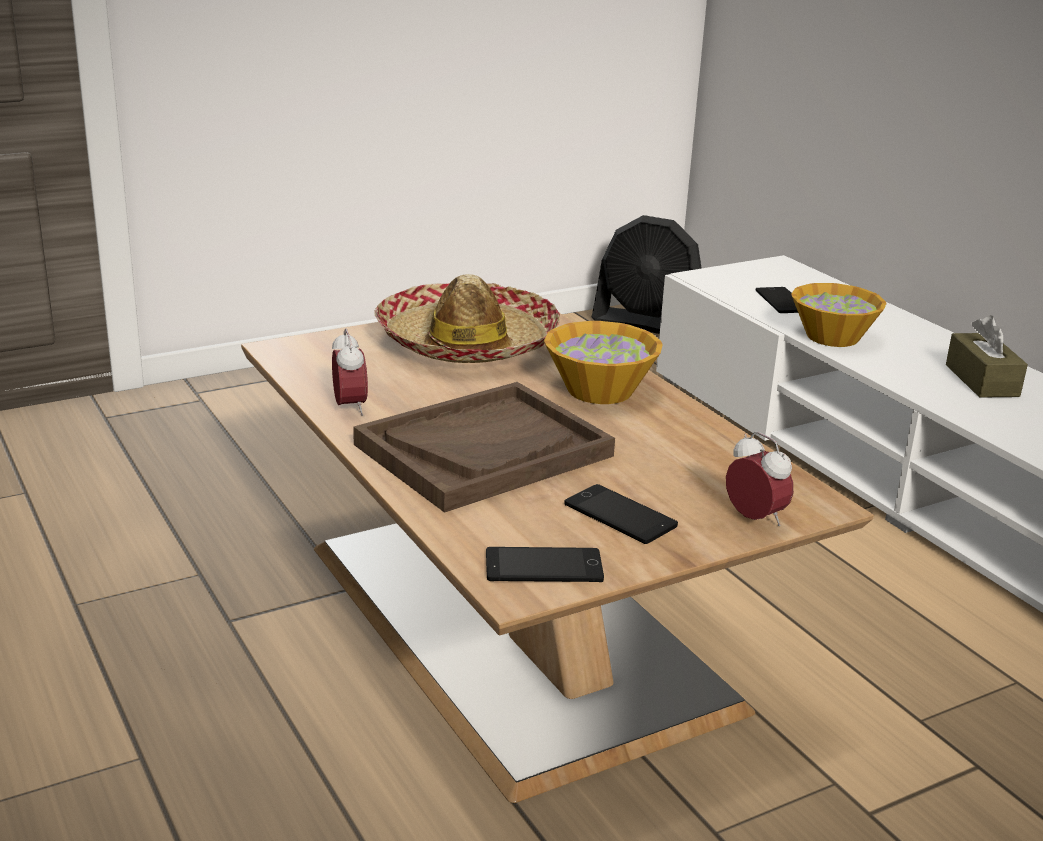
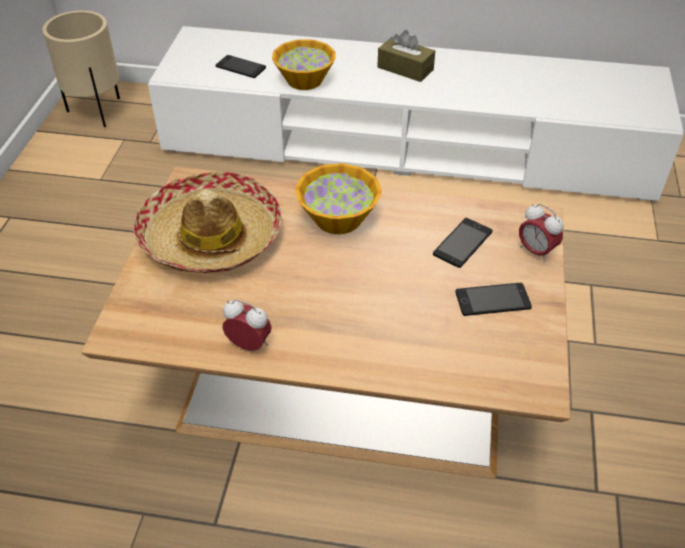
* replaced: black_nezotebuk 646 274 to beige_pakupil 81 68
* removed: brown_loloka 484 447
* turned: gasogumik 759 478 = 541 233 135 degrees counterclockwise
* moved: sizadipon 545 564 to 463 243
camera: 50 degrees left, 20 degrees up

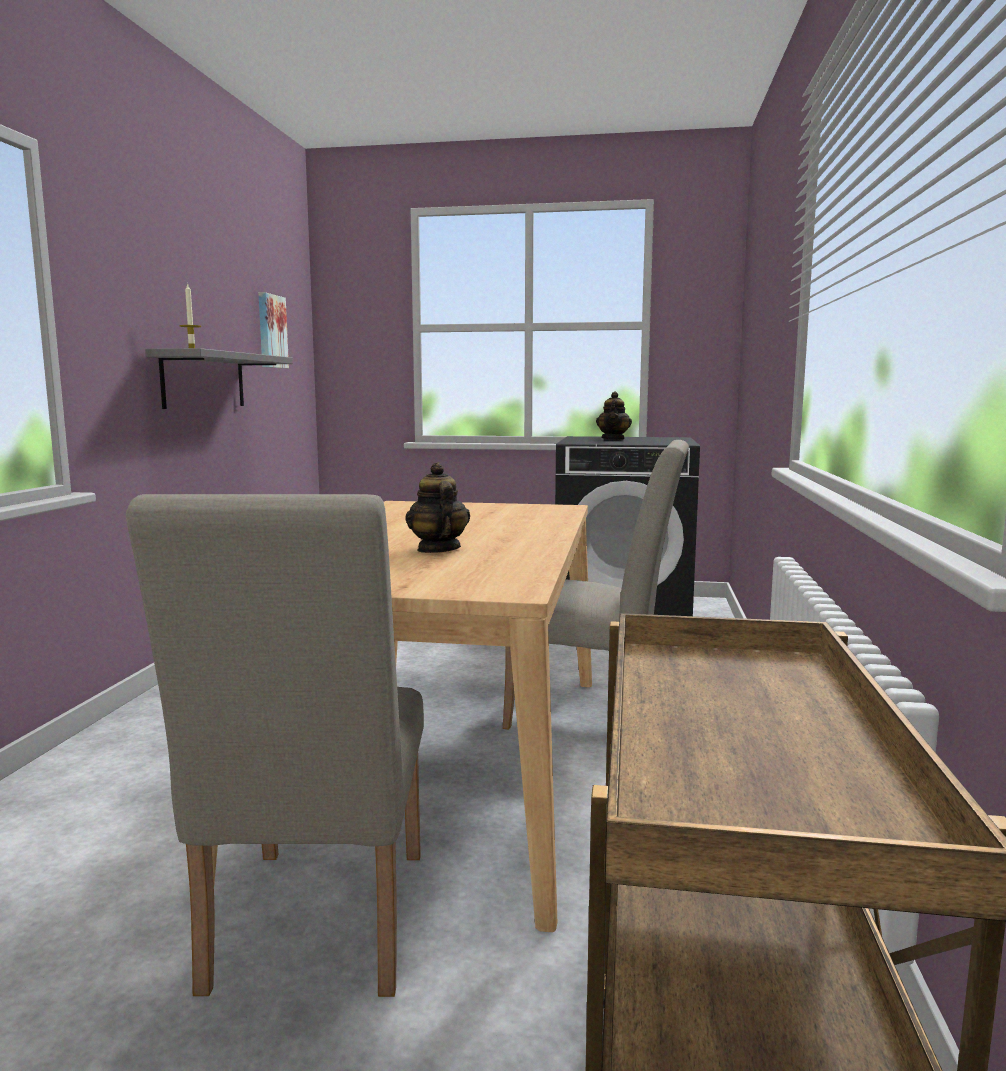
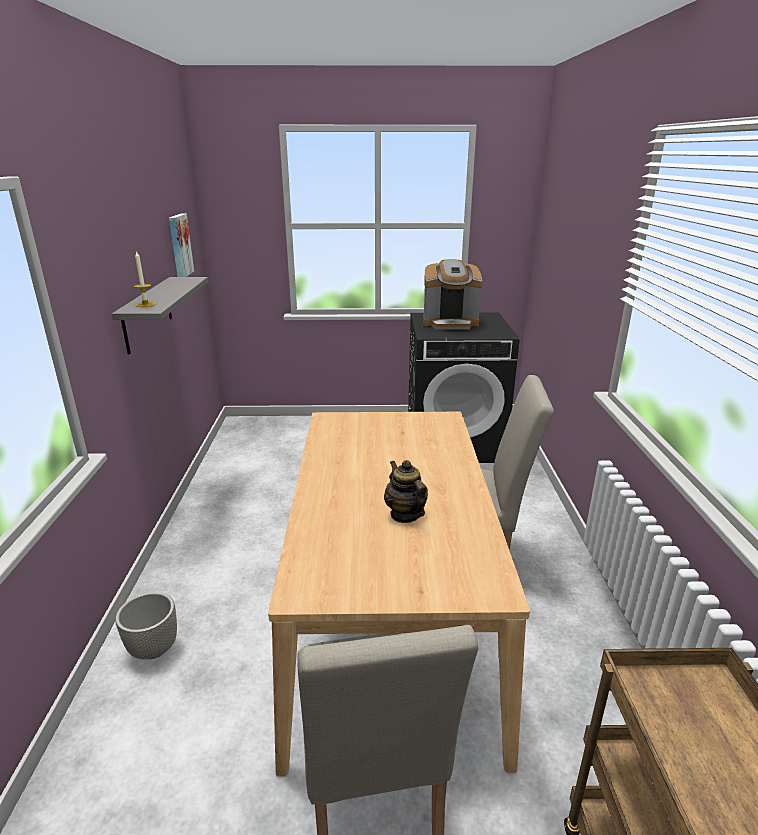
* replaced: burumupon 614 416 to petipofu 452 294
* added: grey_pakupil 146 625
camera: 10 degrees left, 15 degrees up

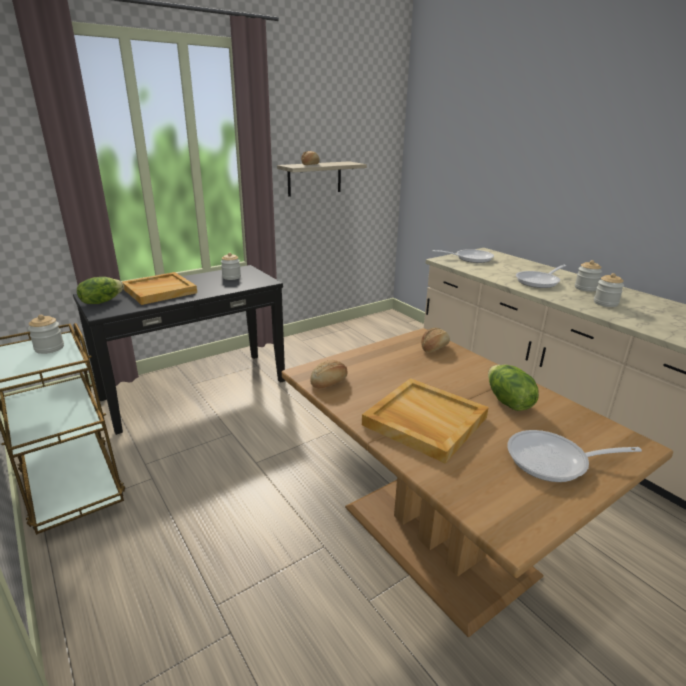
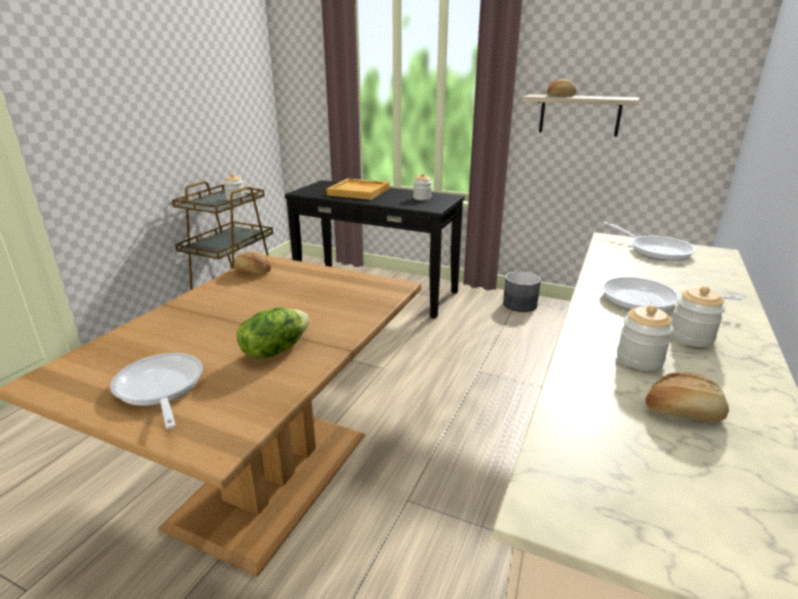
* removed: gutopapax 100 290
* moved: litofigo 435 340 to 687 397
* removed: beige_loloka 425 420
* added: grey_pakupil 522 291
camera: 60 degrees right, 0 degrees up

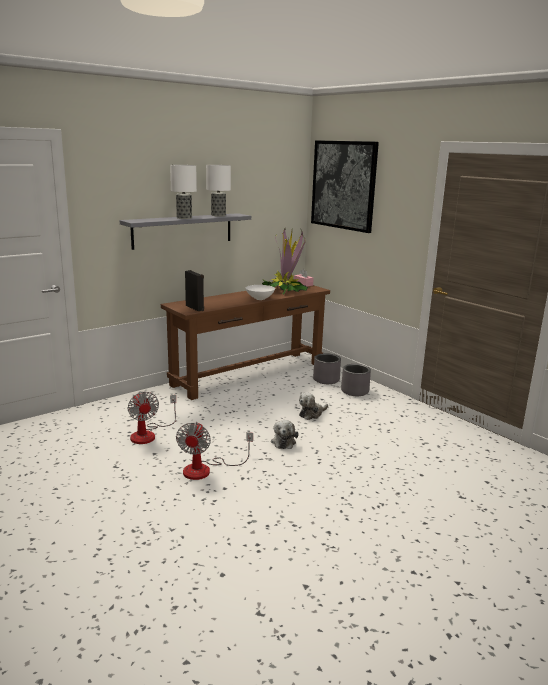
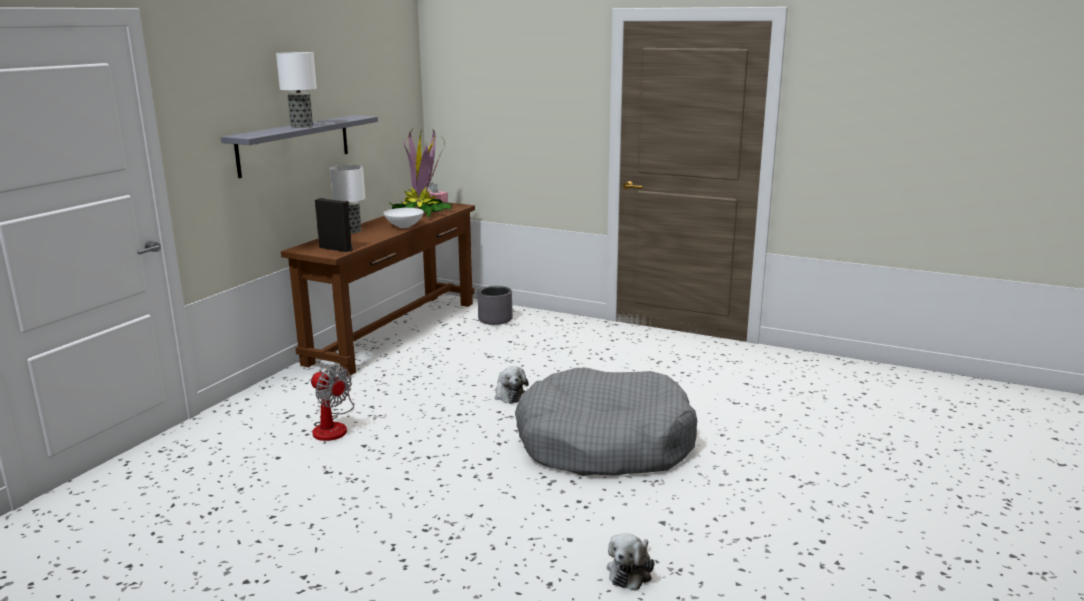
* removed: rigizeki 345 186
* moved: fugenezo 218 191 to 347 199
* removed: grey_pakupil 356 380
* moved: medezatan 313 406 to 630 562
* removed: nezotebuk 214 451
* added: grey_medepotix 606 422
camera: 25 degrees left, 0 degrees up

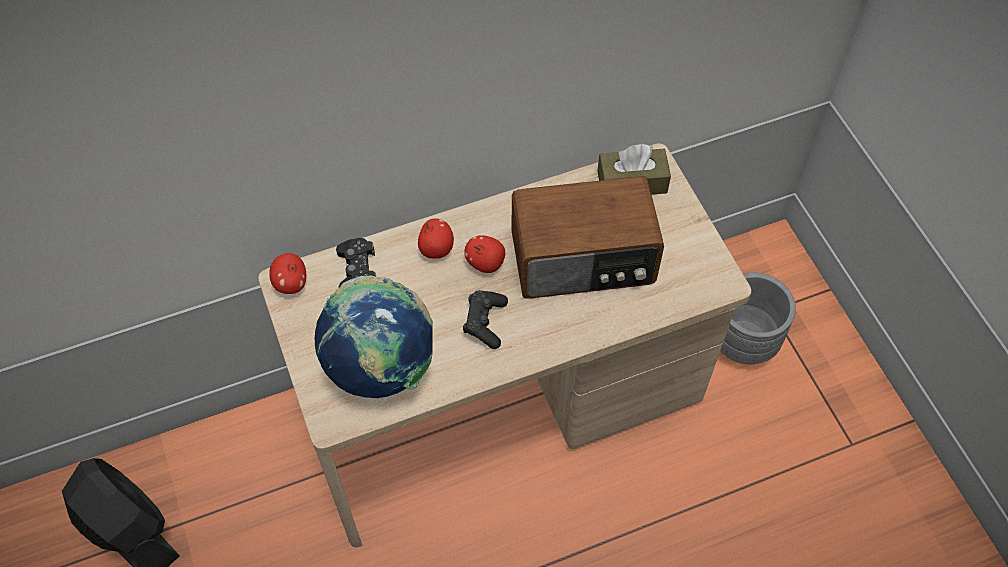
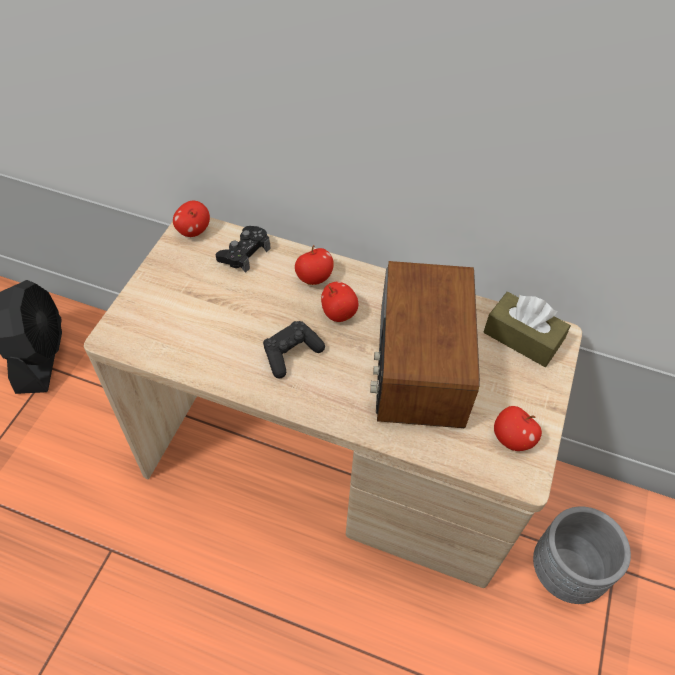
* turned: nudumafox 587 237 = 425 344 60 degrees clockwise
* removed: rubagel 374 336
* added: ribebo 518 428
camera: 40 degrees right, 5 degrees down

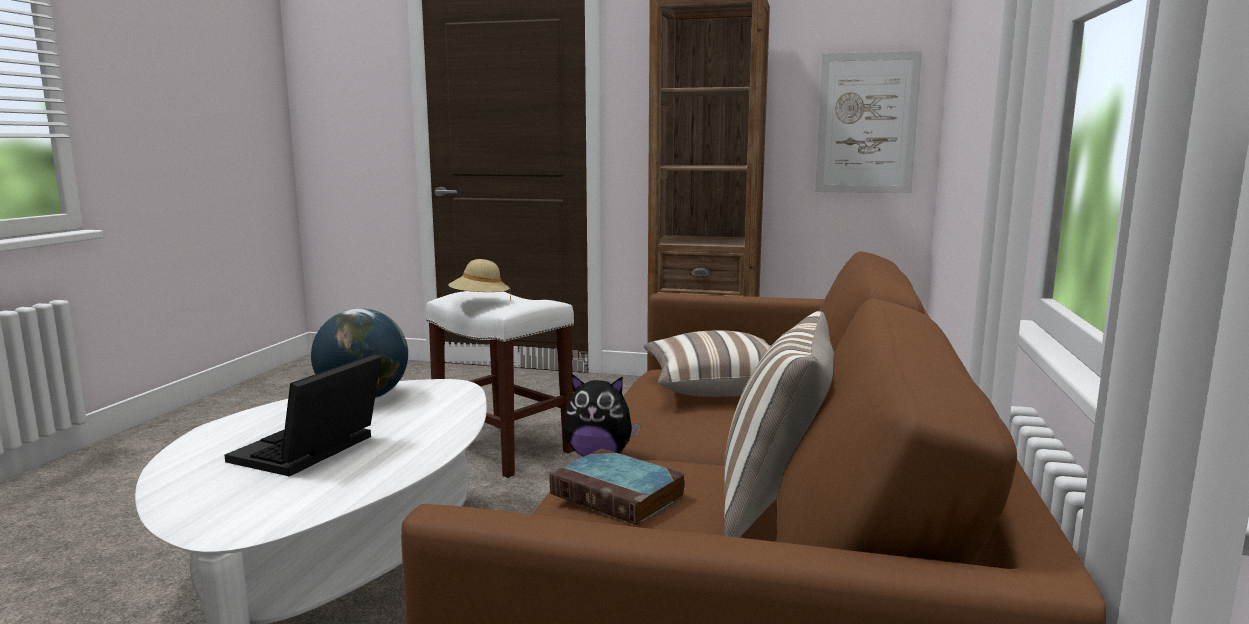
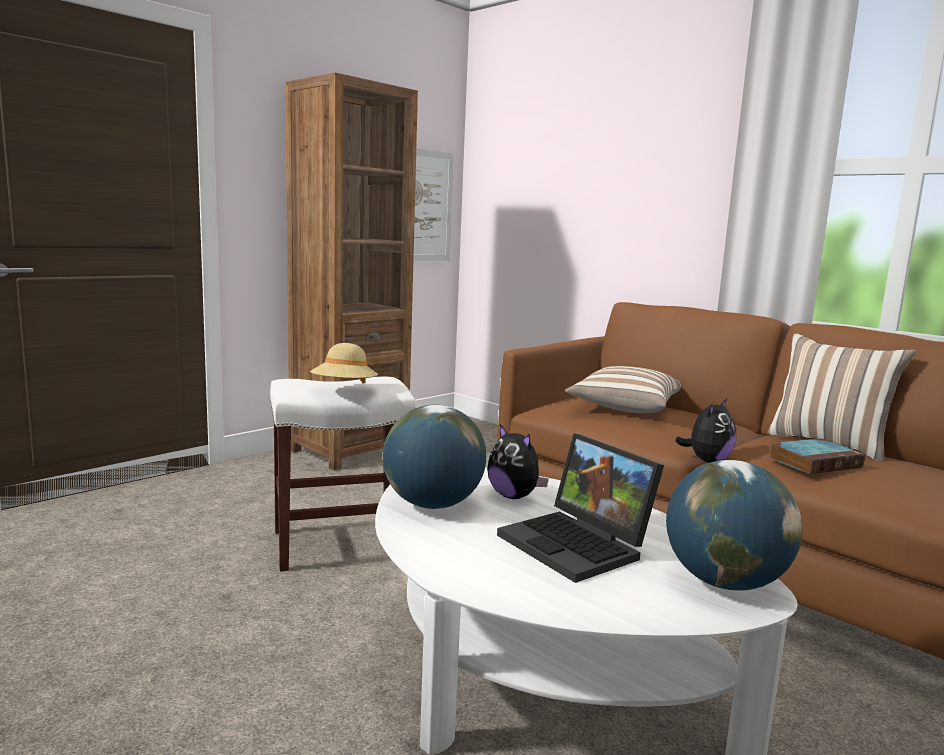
* added: medezatan 518 462
* added: rubagel 734 525
camera: 60 degrees left, 0 degrees up

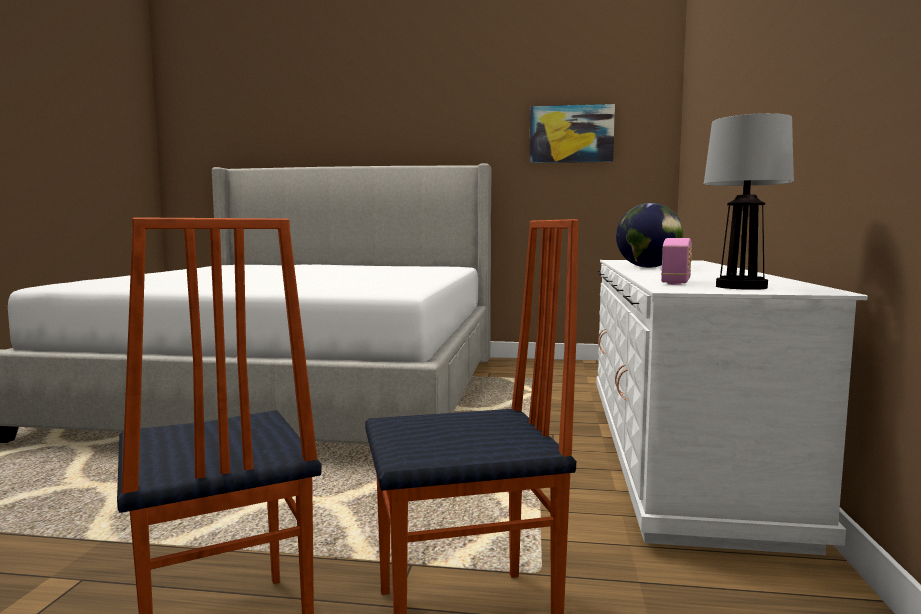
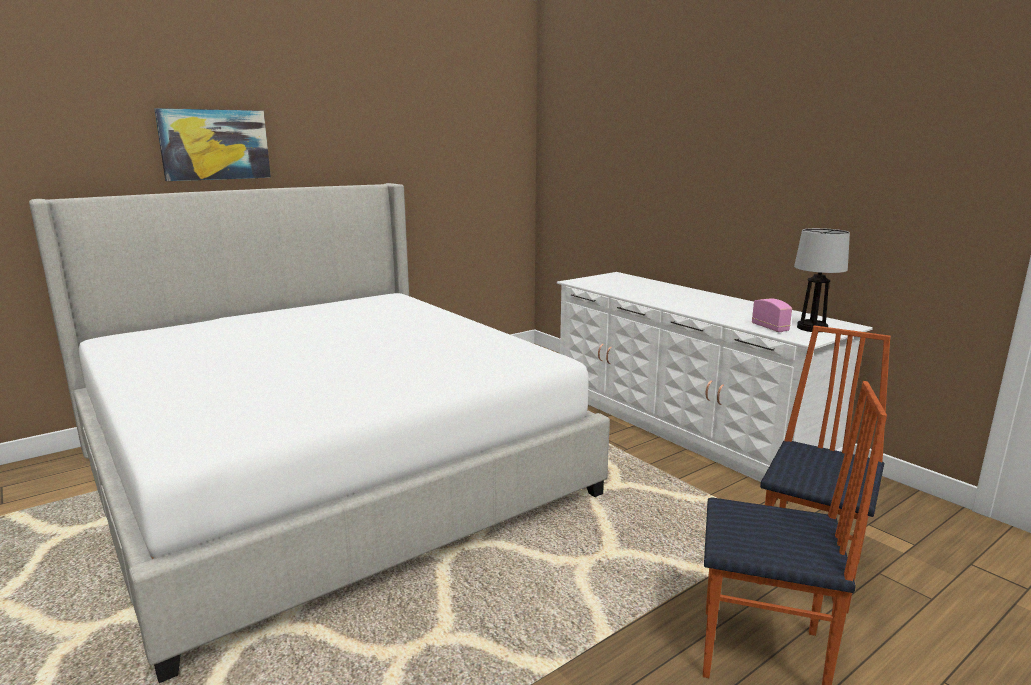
* moved: rigizeki 572 133 to 212 144
* removed: rubagel 649 235
camera: 45 degrees left, 10 degrees up

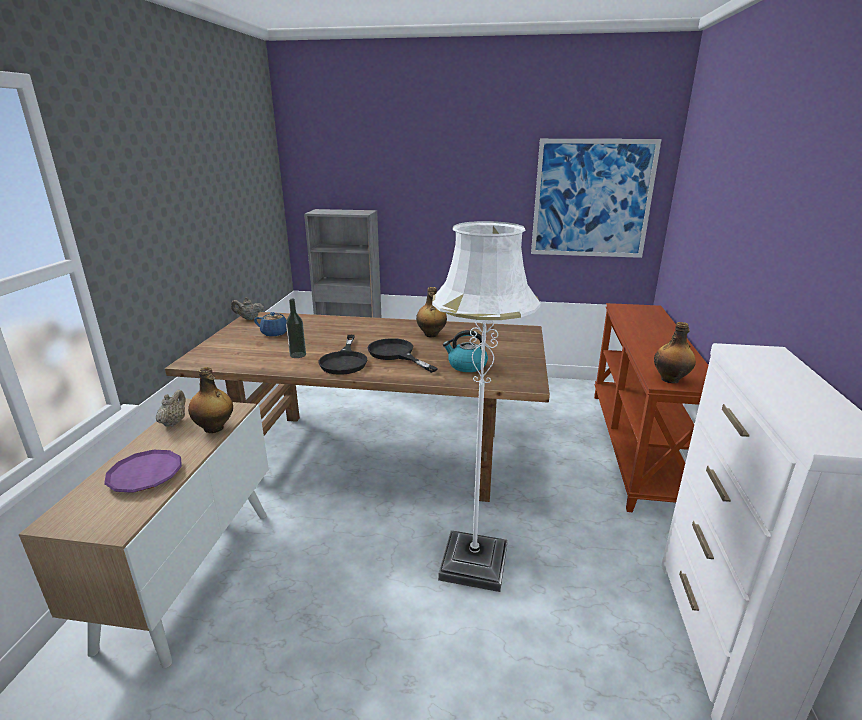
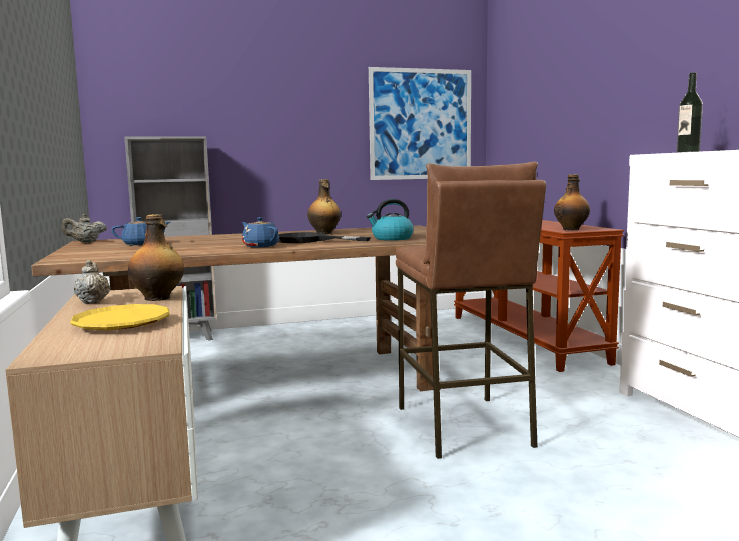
* replaced: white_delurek 486 406 to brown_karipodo 471 310
* moved: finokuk 296 328 to 690 112
* replaced: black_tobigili 343 355 to blue_burumupon 260 232
* recoloured: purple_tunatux 143 471 to yellow_tunatux 120 317
camera: 25 degrees left, 15 degrees down

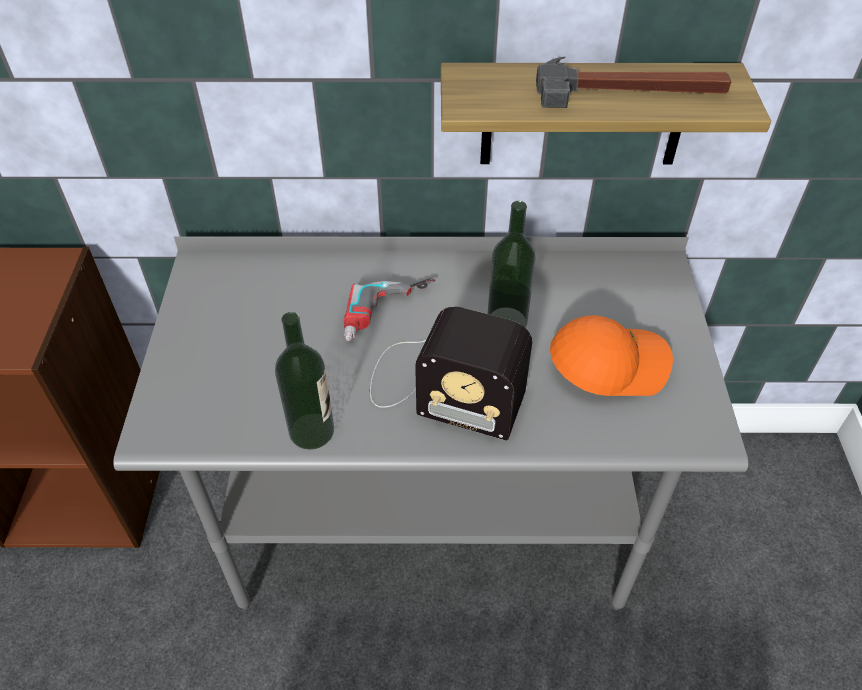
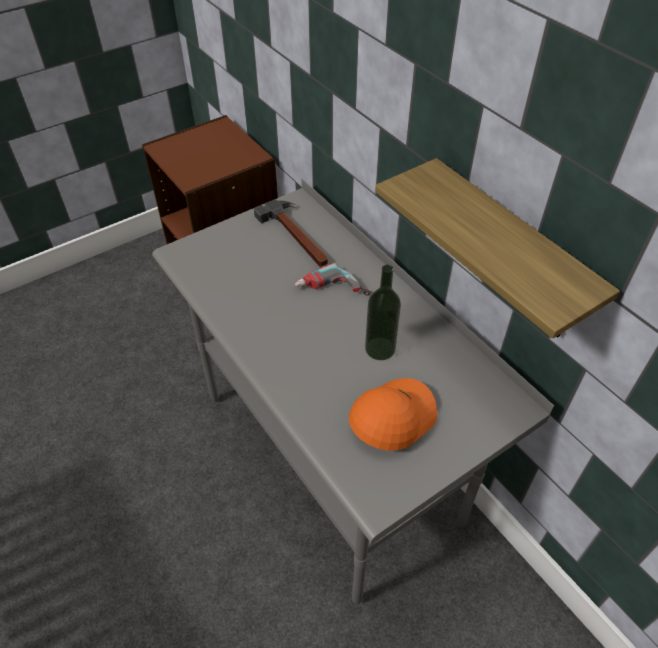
* moved: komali 633 82 to 291 233
* removed: nudumafox 451 373
* removed: finokuk 304 381
* turned: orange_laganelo 611 355 = 393 414 90 degrees counterclockwise
camera: 55 degrees right, 0 degrees up

